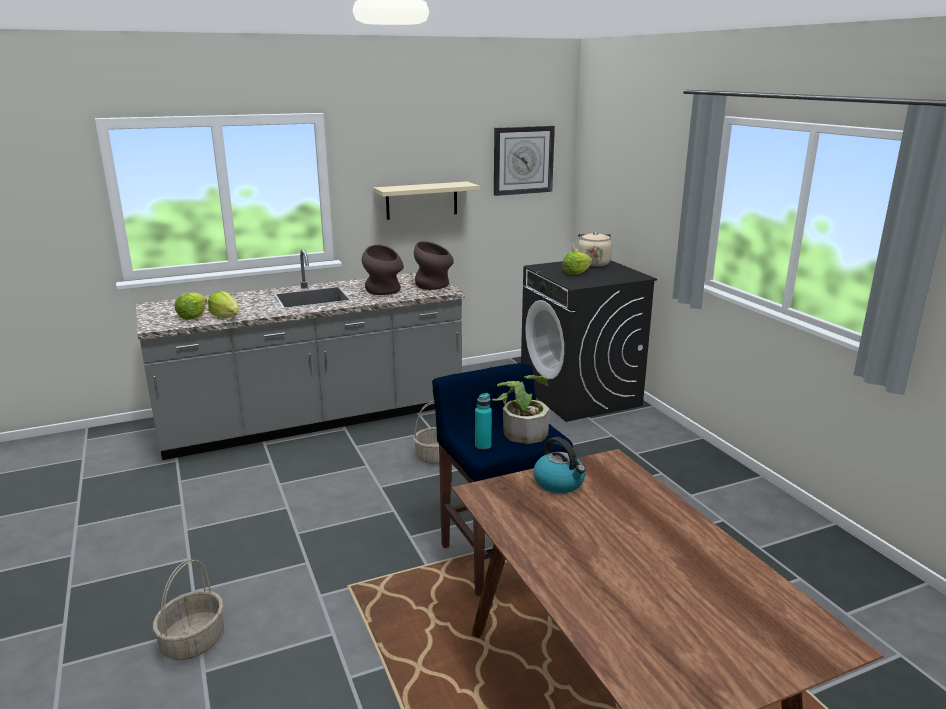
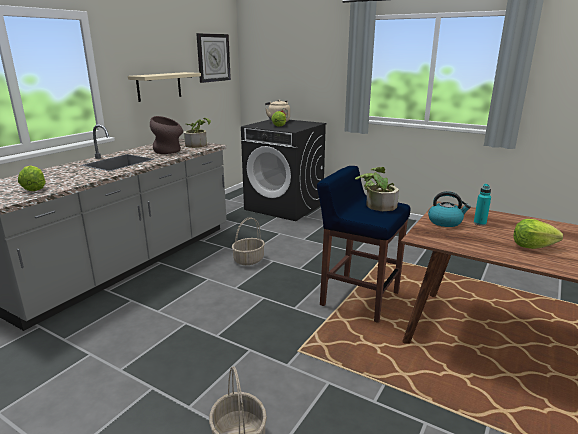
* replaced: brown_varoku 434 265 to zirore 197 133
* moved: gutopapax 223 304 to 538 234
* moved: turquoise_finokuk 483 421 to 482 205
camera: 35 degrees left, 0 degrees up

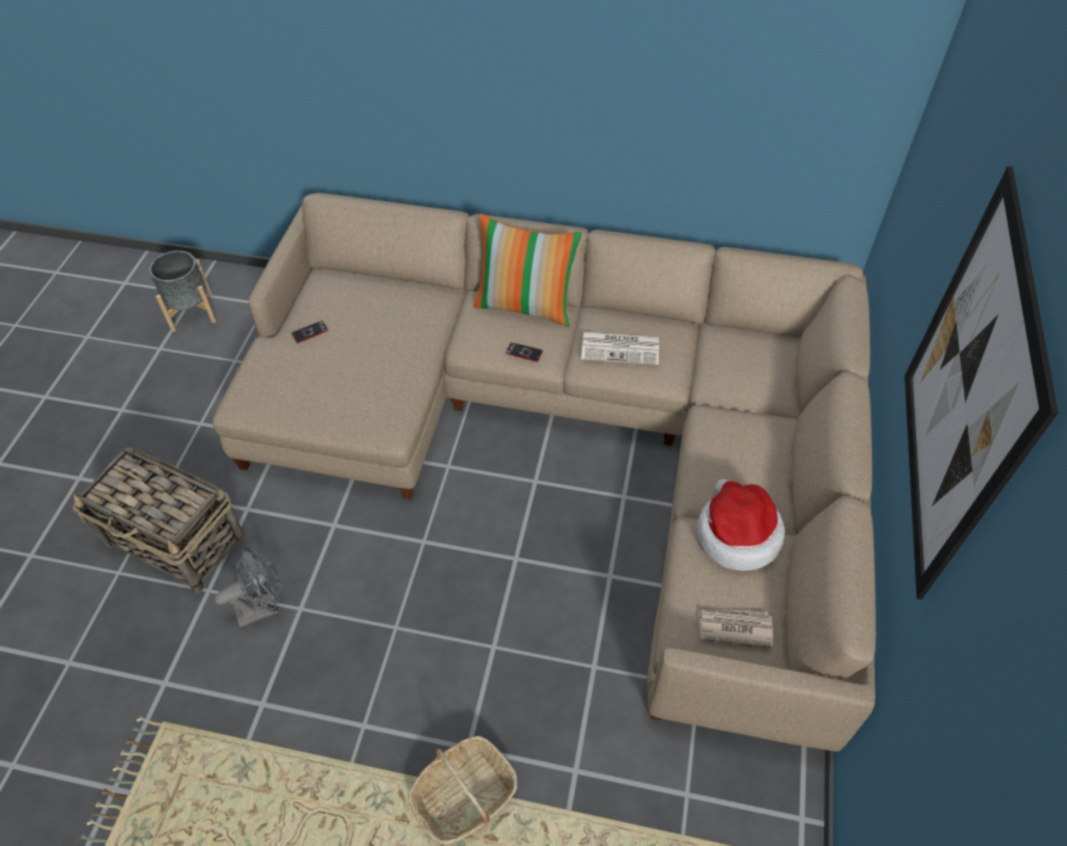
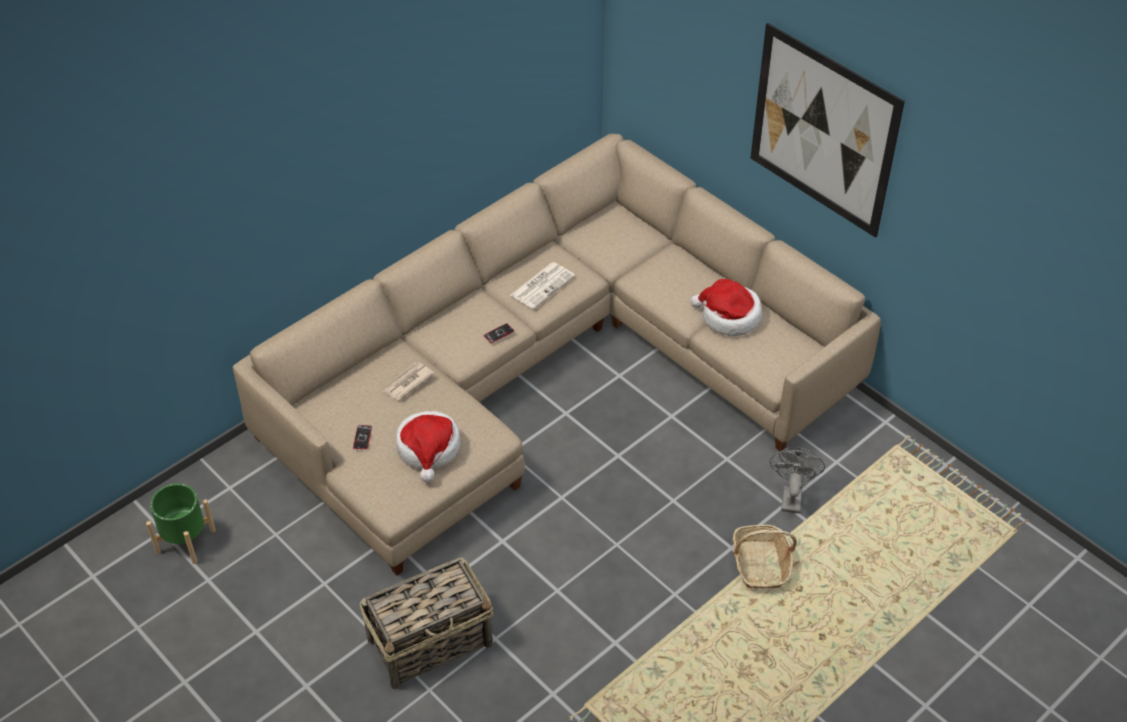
* removed: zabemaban 528 270
* recoloured: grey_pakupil 182 291 to green_pakupil 181 523
* moved: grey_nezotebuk 248 587 to 797 480
* moved: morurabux 735 628 to 408 381
* added: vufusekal 428 447
camera: 55 degrees left, 5 degrees down

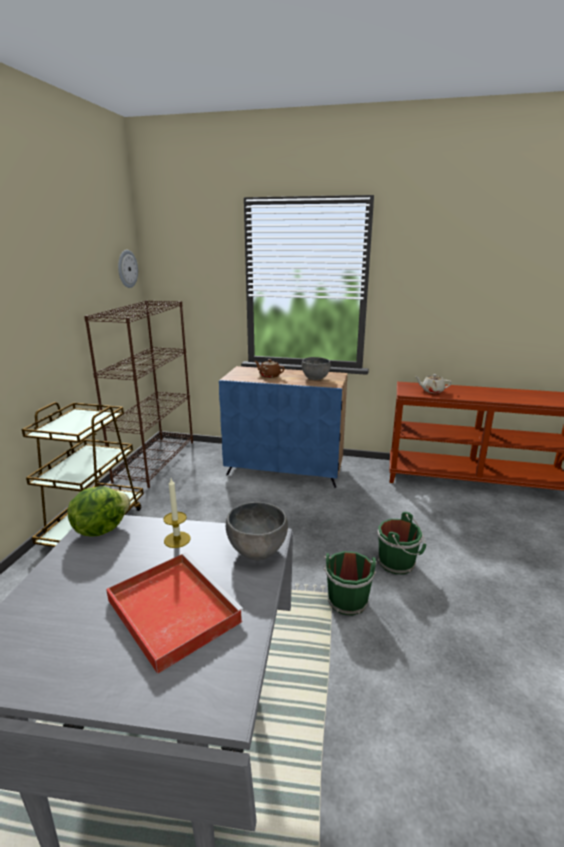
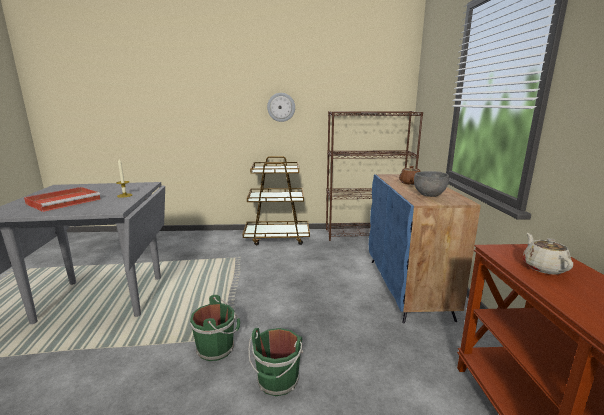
* moved: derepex 128 269 to 281 107
* removed: gutopapax 99 511
* removed: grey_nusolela 257 531
camera: 75 degrees right, 5 degrees down

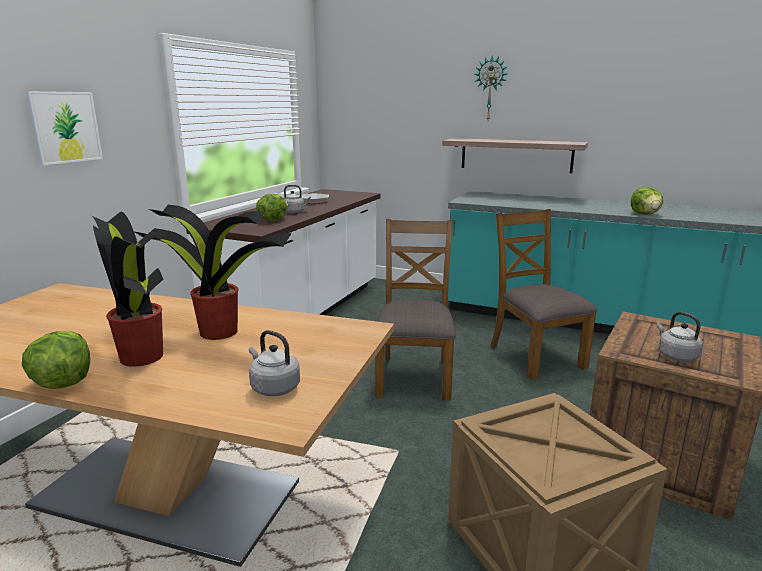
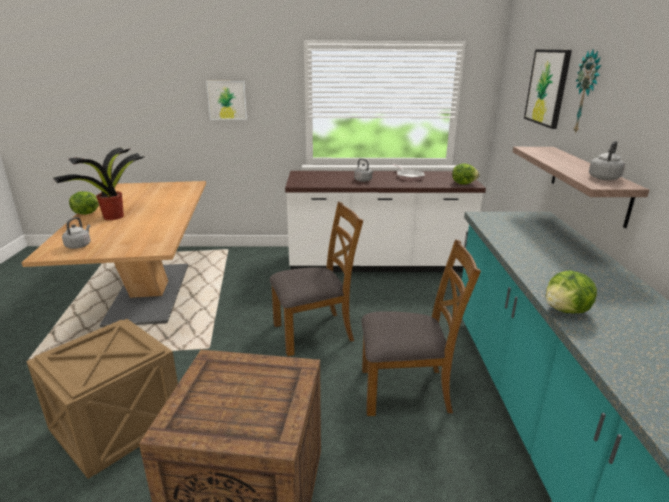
* moved: gutopapax 272 207 to 466 174
* removed: zirore 213 272
* turned: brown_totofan 543 294 = 421 327 45 degrees clockwise
* moved: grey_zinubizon 680 337 to 607 160
* added: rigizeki 548 89
camera: 65 degrees right, 5 degrees up

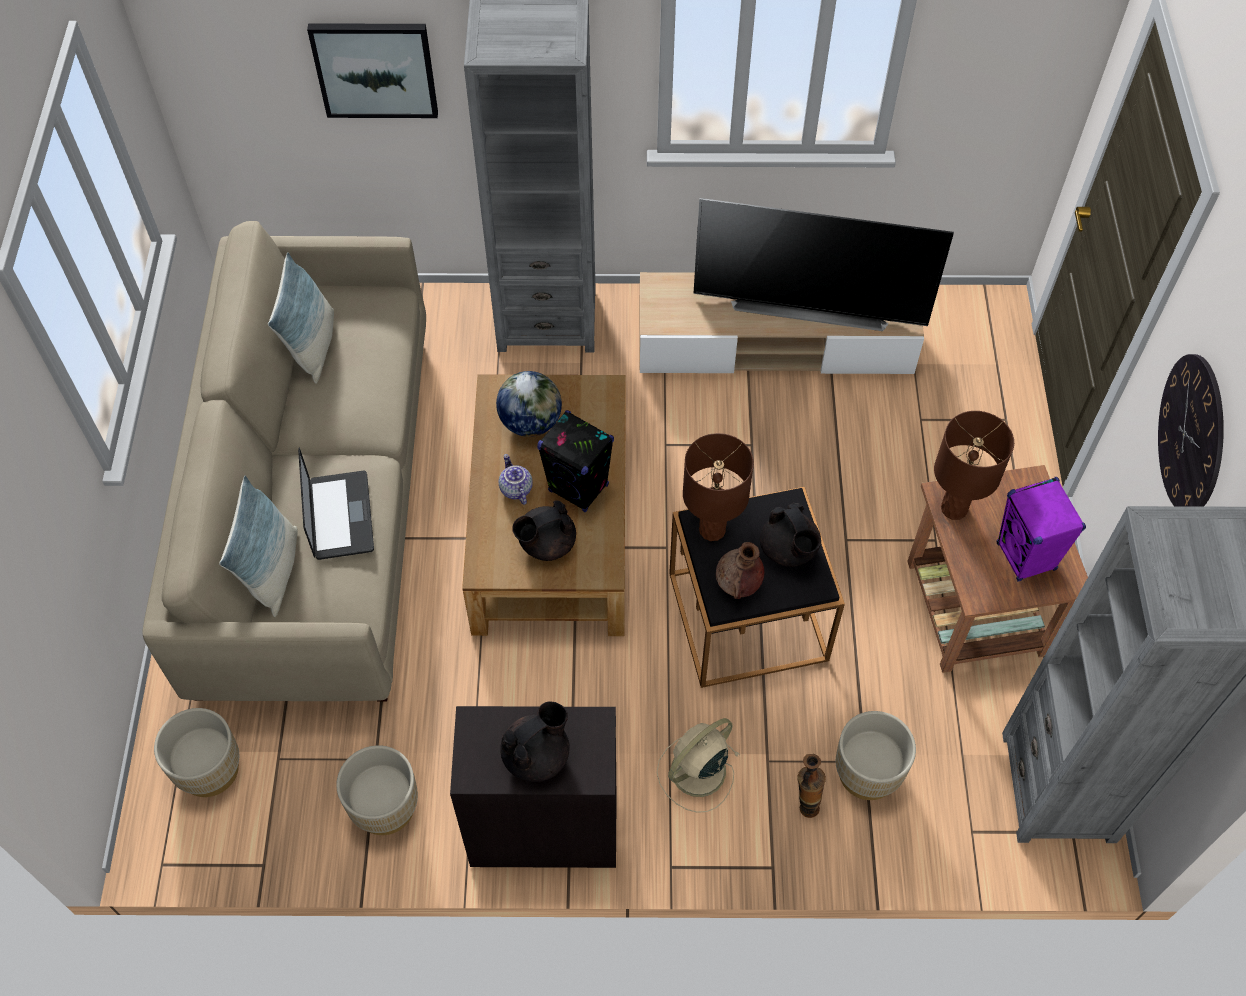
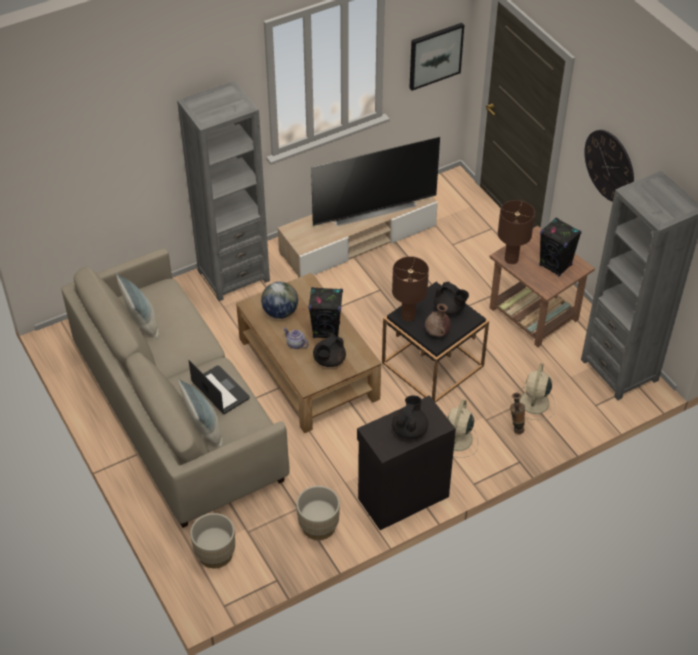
* moved: rigizeki 372 70 to 436 57
* recoloured: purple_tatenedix 1041 529 to black_tatenedix 560 247
* replaced: beige_pakupil 876 755 to beige_nezotebuk 534 391
camera: 30 degrees left, 10 degrees down

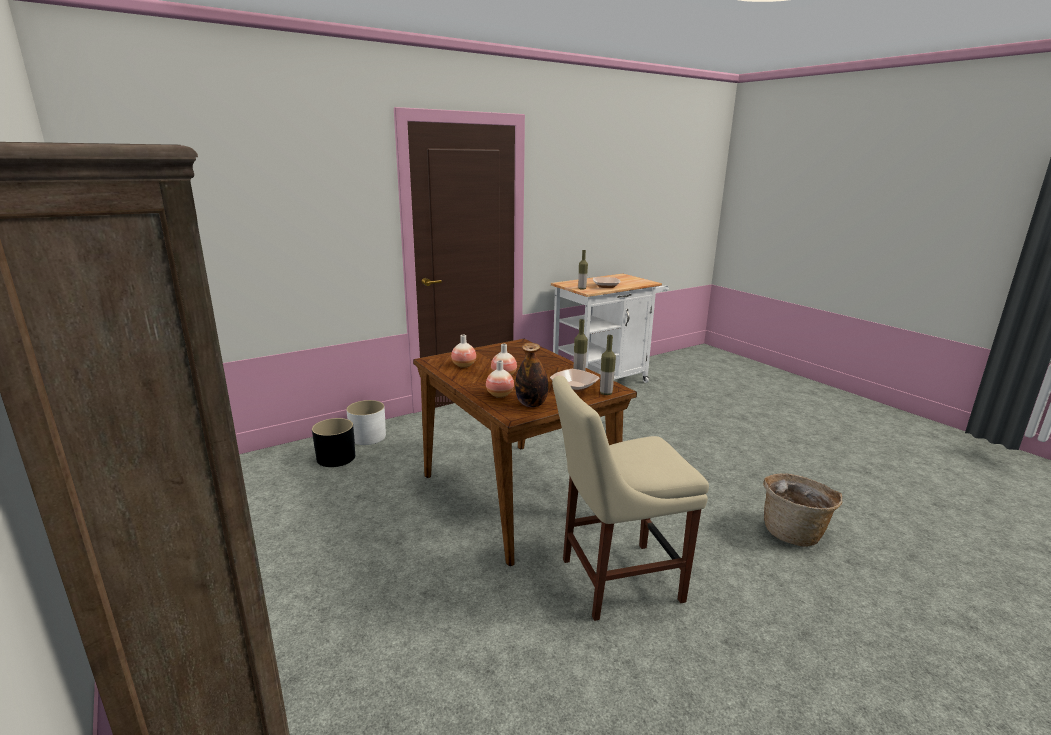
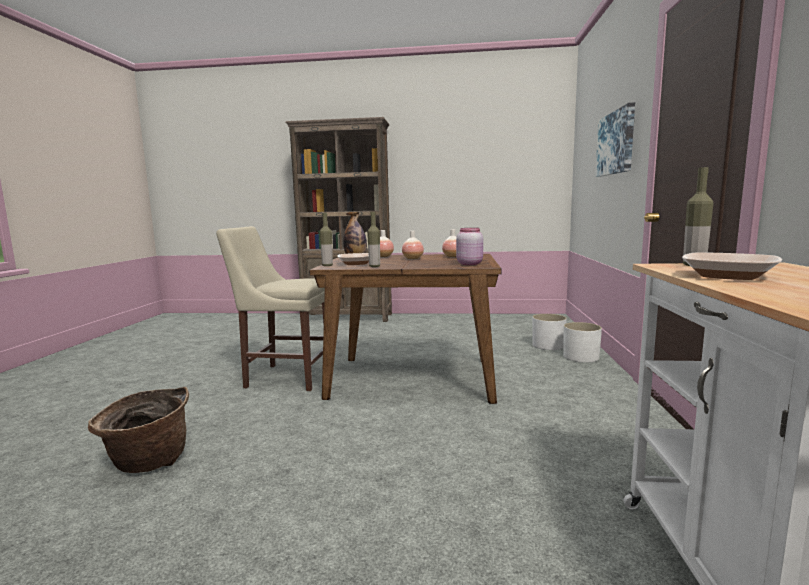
* turned: beige_totofan 630 498 = 270 308 105 degrees counterclockwise
* recoloured: black_pakupil 333 442 to white_pakupil 549 332
* added: rigizeki 615 139
* added: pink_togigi 469 246
camera: 130 degrees right, 10 degrees down

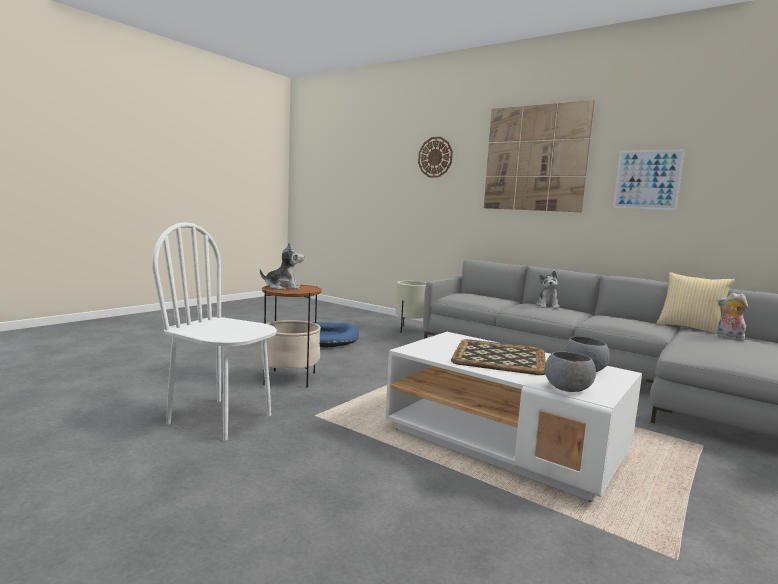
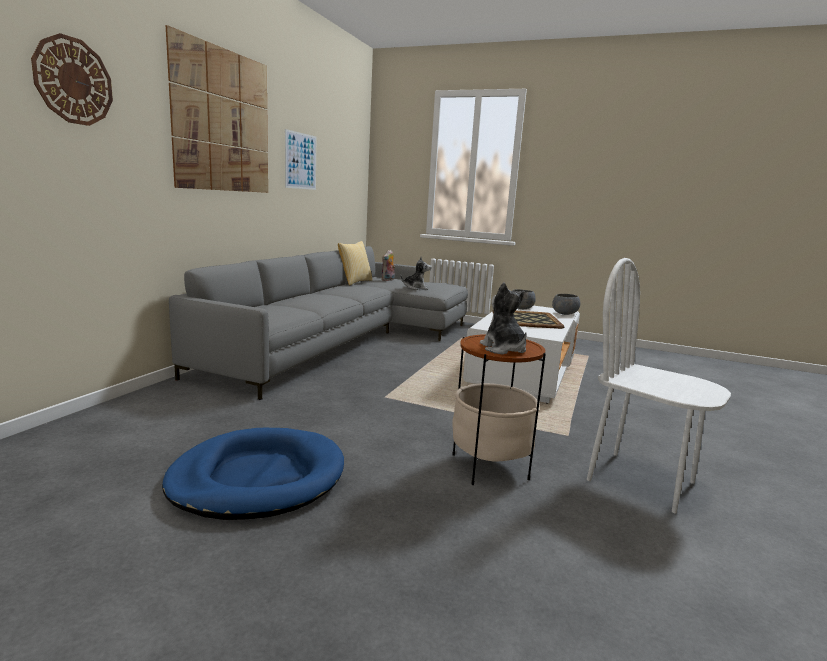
* turned: white_totofan 214 331 = 659 385 120 degrees clockwise
* moved: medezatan 548 290 to 416 273
* removed: beige_pakupil 410 307
camera: 105 degrees left, 5 degrees up

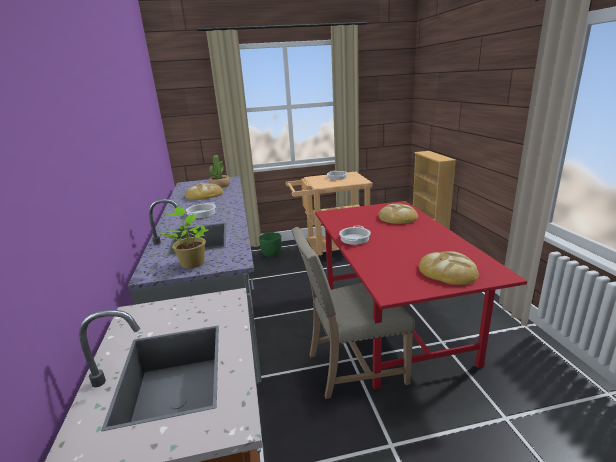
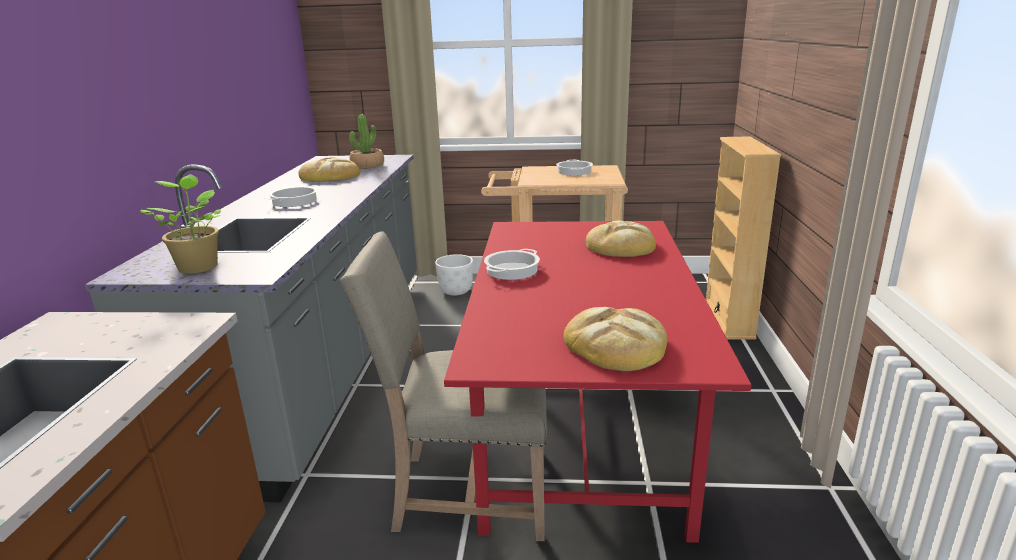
* recoloured: green_pakupil 270 244 to white_pakupil 454 274
camera: 15 degrees right, 0 degrees up

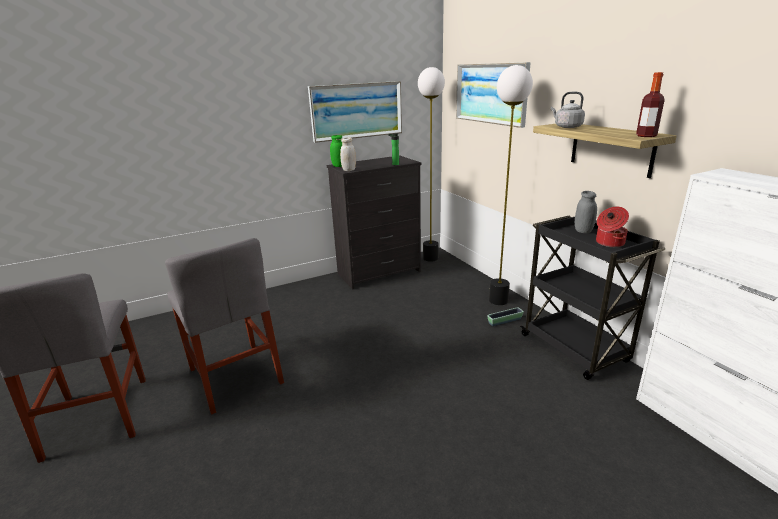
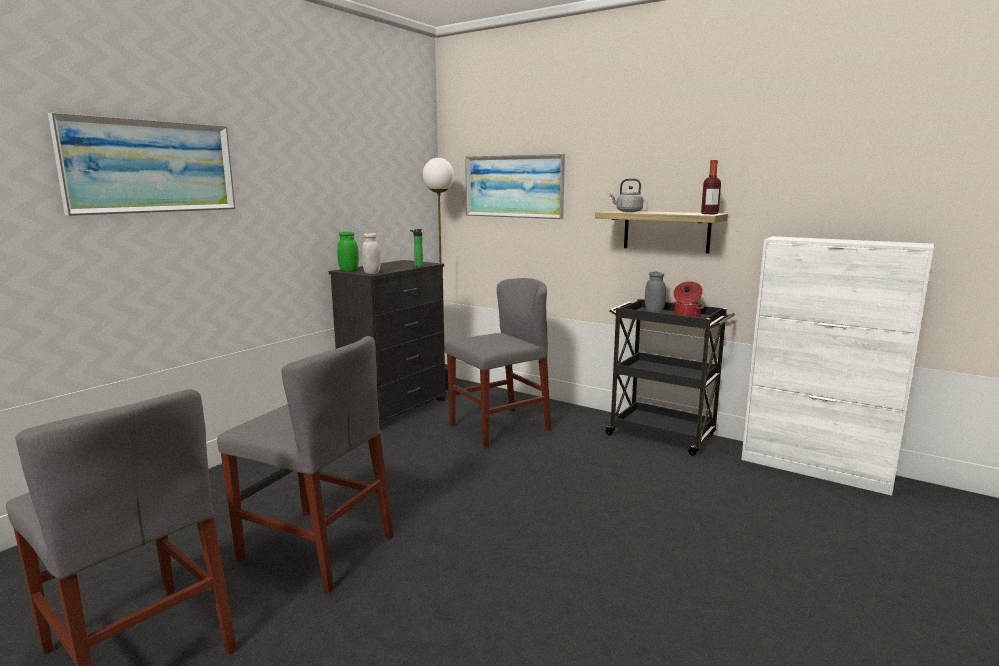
* removed: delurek 511 185
* moved: rigizeki 355 112 to 141 164
* removed: pakupil 505 316
* added: grey_totofan 497 363
camera: 30 degrees left, 10 degrees down

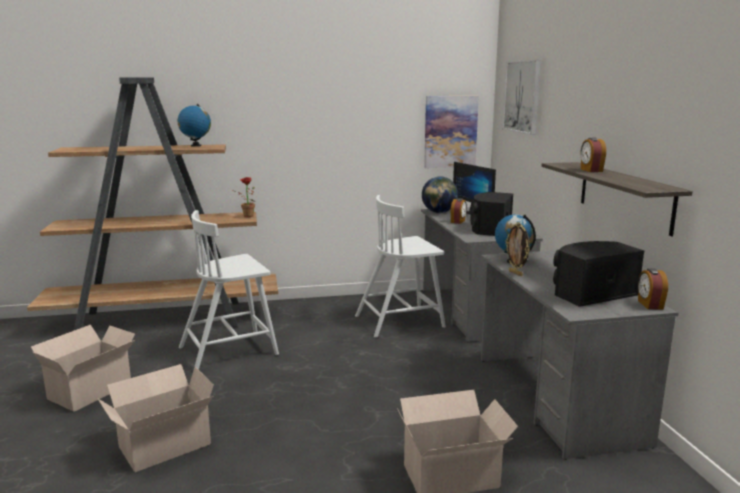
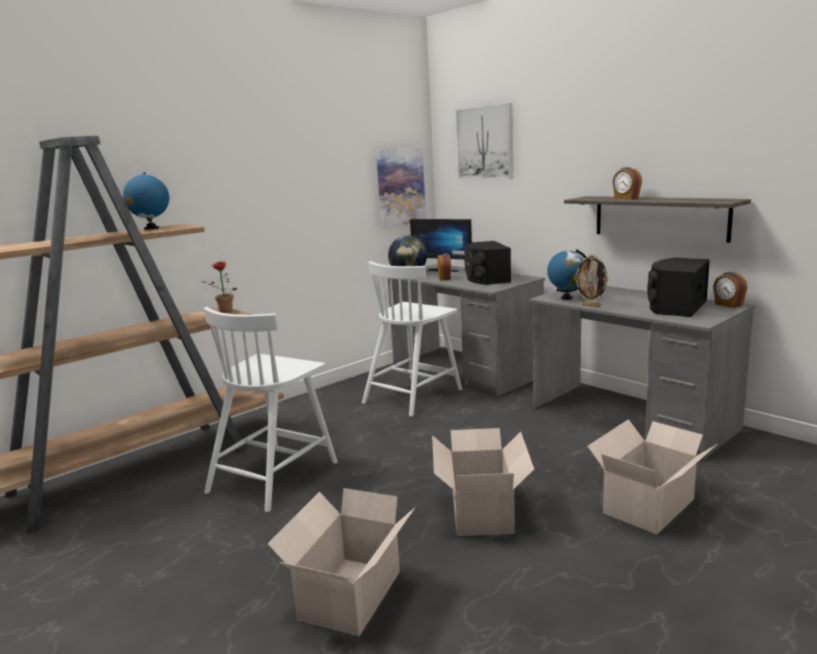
* moved: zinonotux 83 368 to 483 482
camera: 30 degrees left, 0 degrees up

